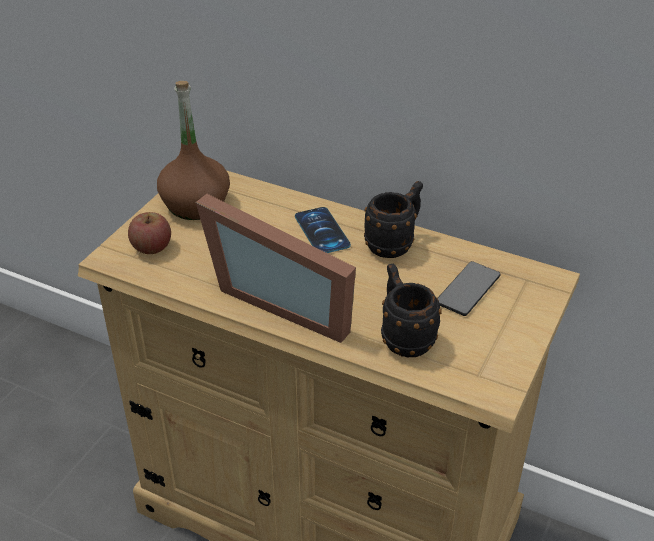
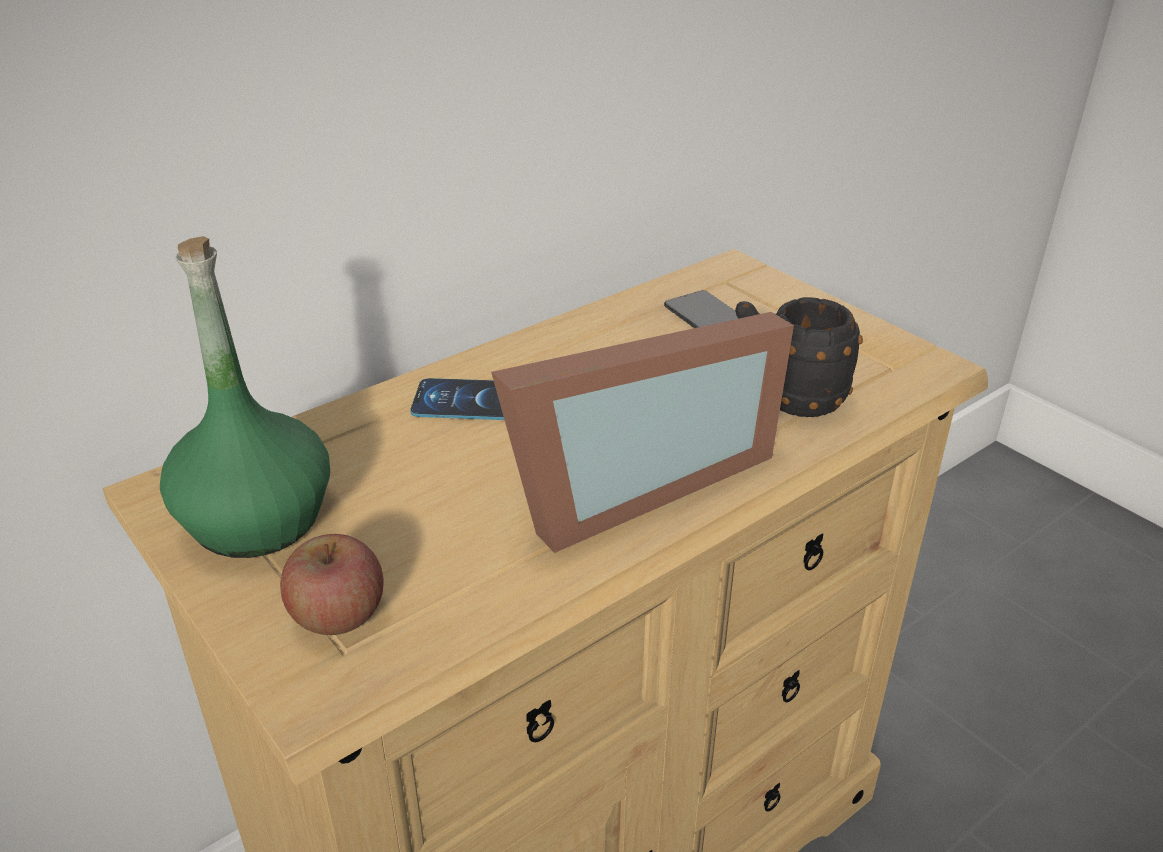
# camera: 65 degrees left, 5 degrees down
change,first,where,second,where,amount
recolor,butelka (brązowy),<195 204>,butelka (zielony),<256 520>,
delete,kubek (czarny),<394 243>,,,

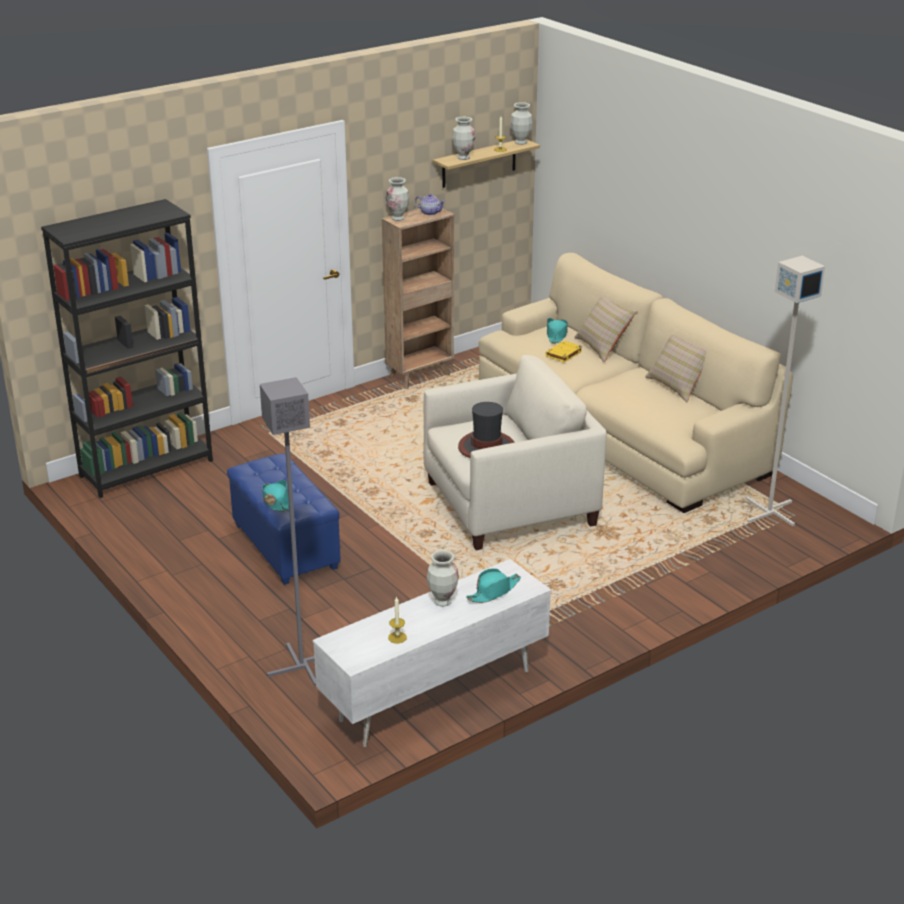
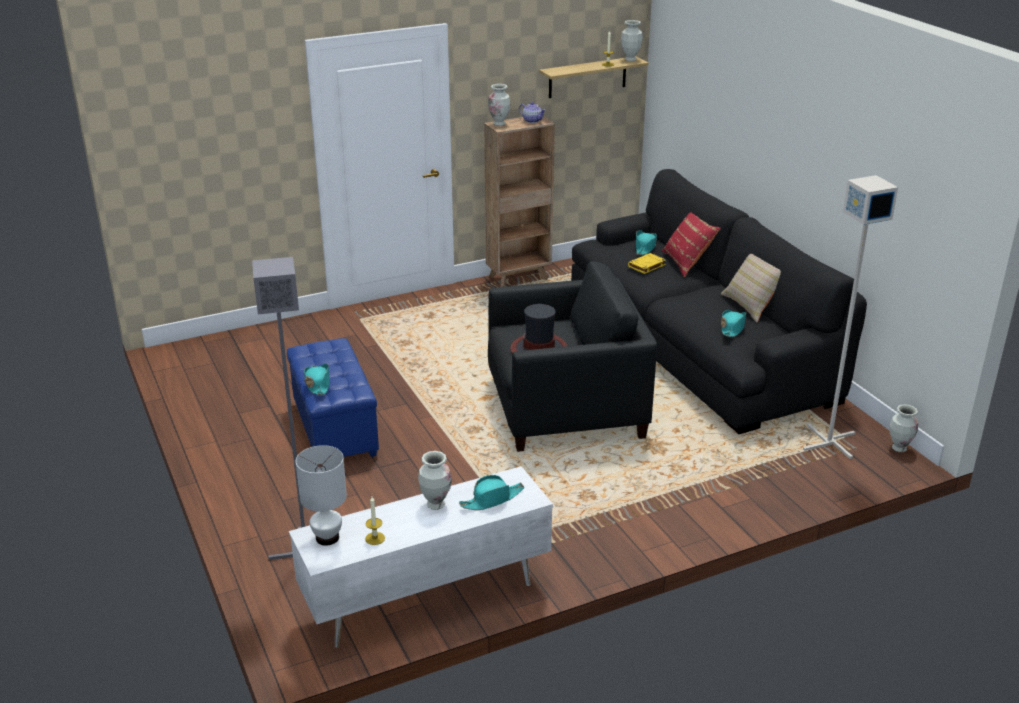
# camera: 10 degrees right, 0 degrees up
change,first,where,second,where,amount
insert,,,lampa stołowa (biały),<327 538>,
recolor,fotel (beżowy),<509 503>,fotel (czarny),<565 408>,
recolor,kanapa (beżowy),<620 428>,kanapa (czarny),<698 344>,
recolor,poduszka (beżowy),<603 347>,poduszka (czerwony),<687 262>,
insert,,,kapelusz (turkusowy),<732 328>,
move,wazon,<463 158>,,<899 448>,
delete,regał (czarny),<147 468>,,,

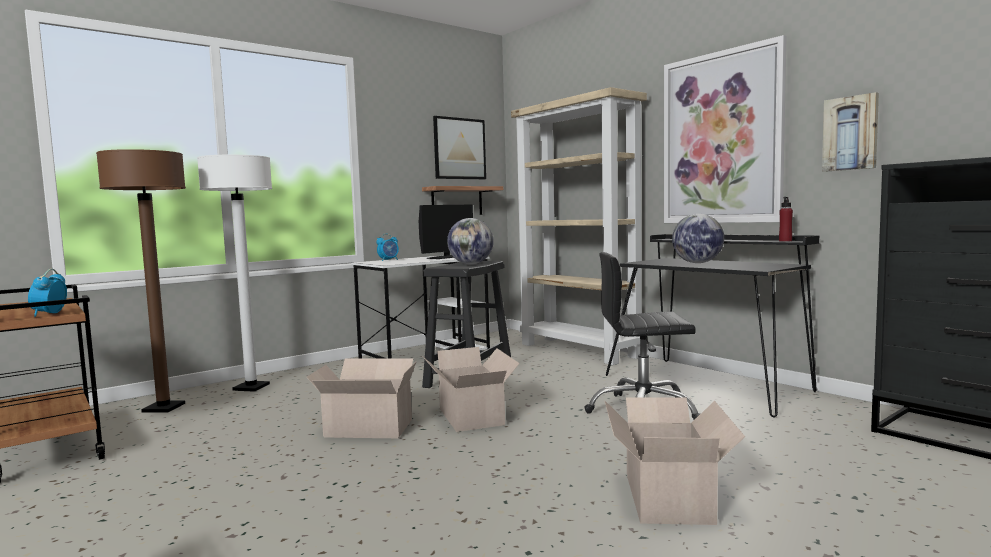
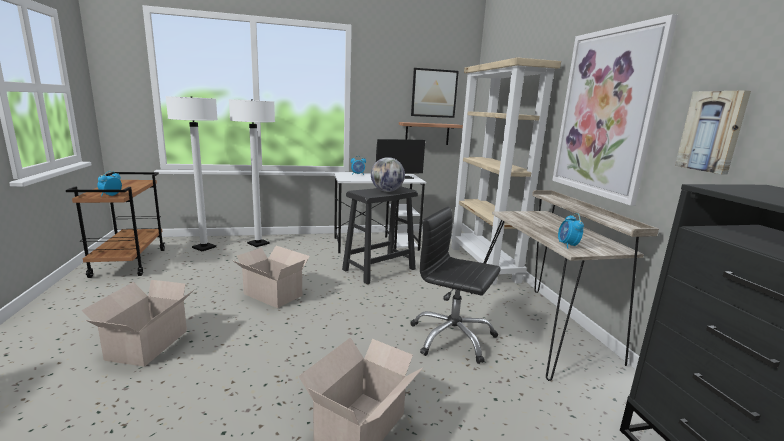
# camera: 25 degrees right, 10 degrees up
change,first,where,second,where,amount
move,karton,<471 417>,,<146 346>,
recolor,lampa stojąca (brązowy),<164 408>,lampa stojąca (biały),<204 248>,
recolor,biurko (czarny),<710 383>,biurko (beżowy),<542 326>,
insert,,,budzik,<567 245>,
delete,globus,<697 263>,,,
delete,butelka (czerwony),<785 241>,,,

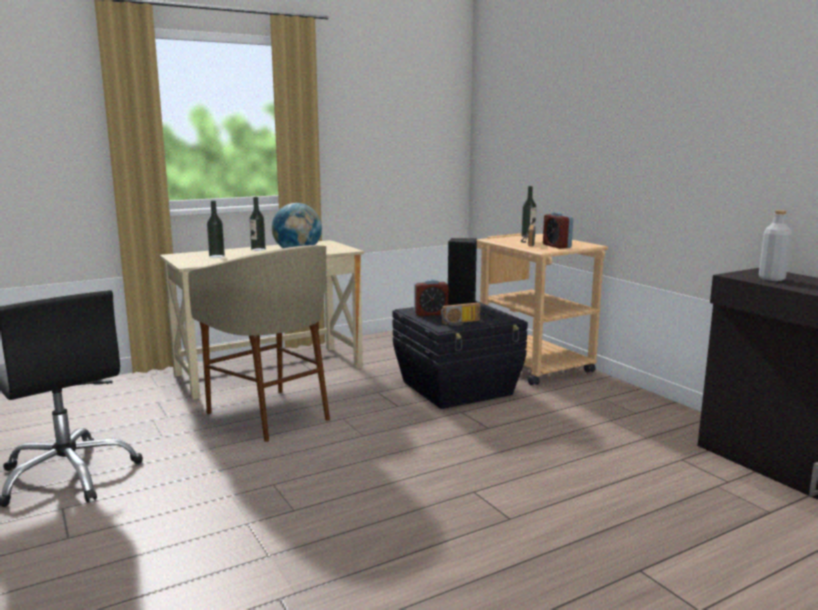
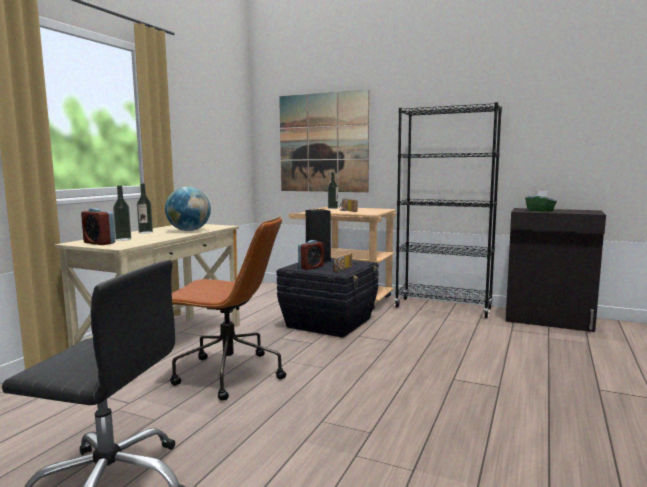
# camera: 35 degrees left, 5 degrees down
change,first,where,second,where,amount
move,budzik,<556 246>,,<99 243>,
replace,stołek (beżowy),<271 415>,krzesło biurowe (brązowy),<227 375>,
insert,,,obraz,<323 143>,
insert,,,regał (czarny),<443 308>,
replace,butelka (szary),<771 279>,pudełko chusteczek (zielony),<540 210>,

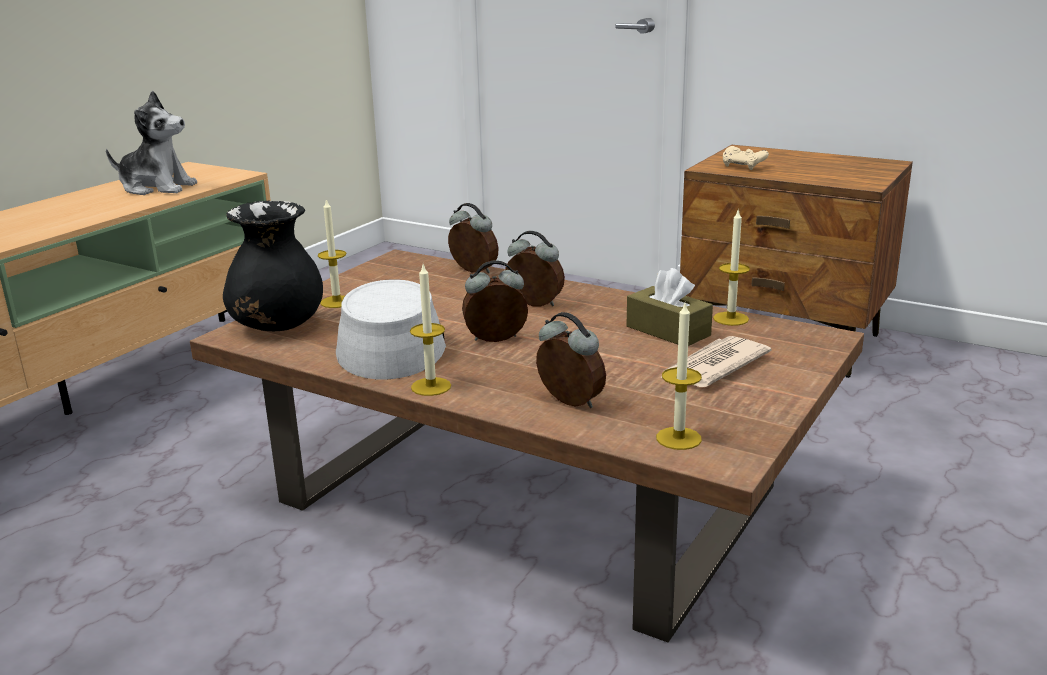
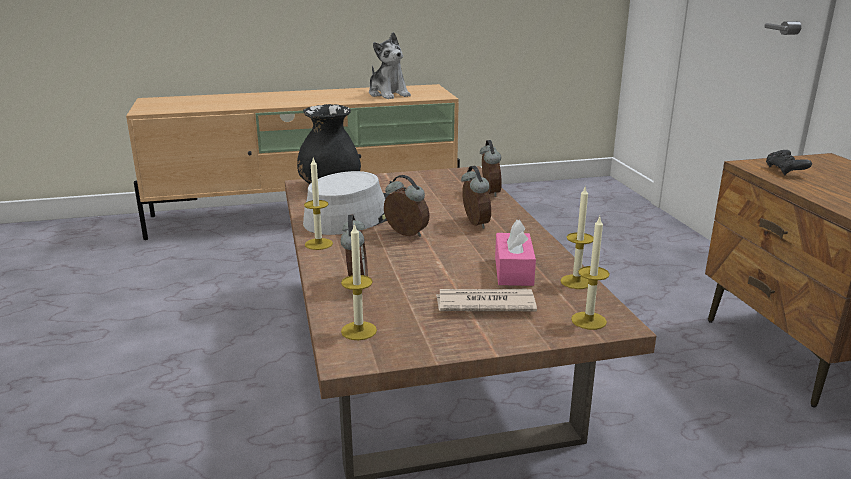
# camera: 45 degrees right, 0 degrees up
change,first,where,second,where,amount
recolor,pudełko chusteczek (brązowy),<668 331>,pudełko chusteczek (różowy),<513 271>,
move,świeca,<337 302>,,<588 320>,
recolor,pad do gier (beżowy),<743 166>,pad do gier (czarny),<785 171>,

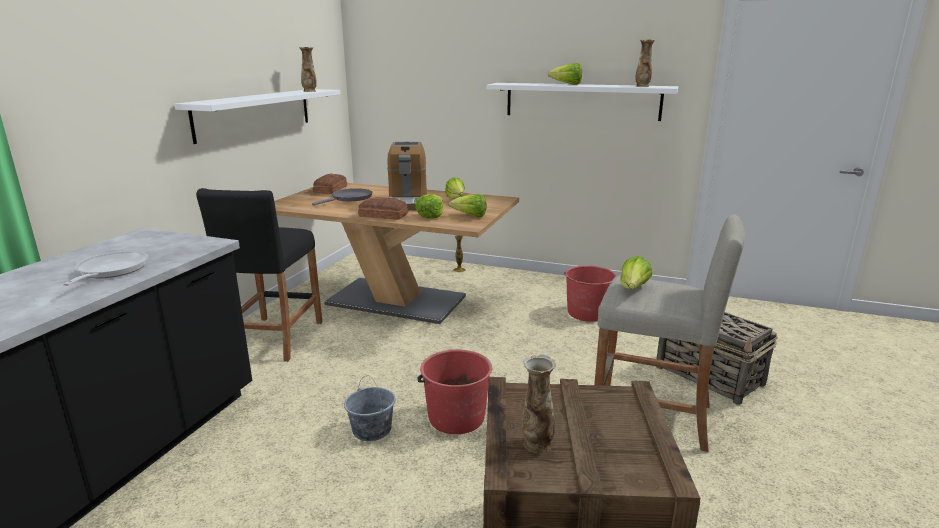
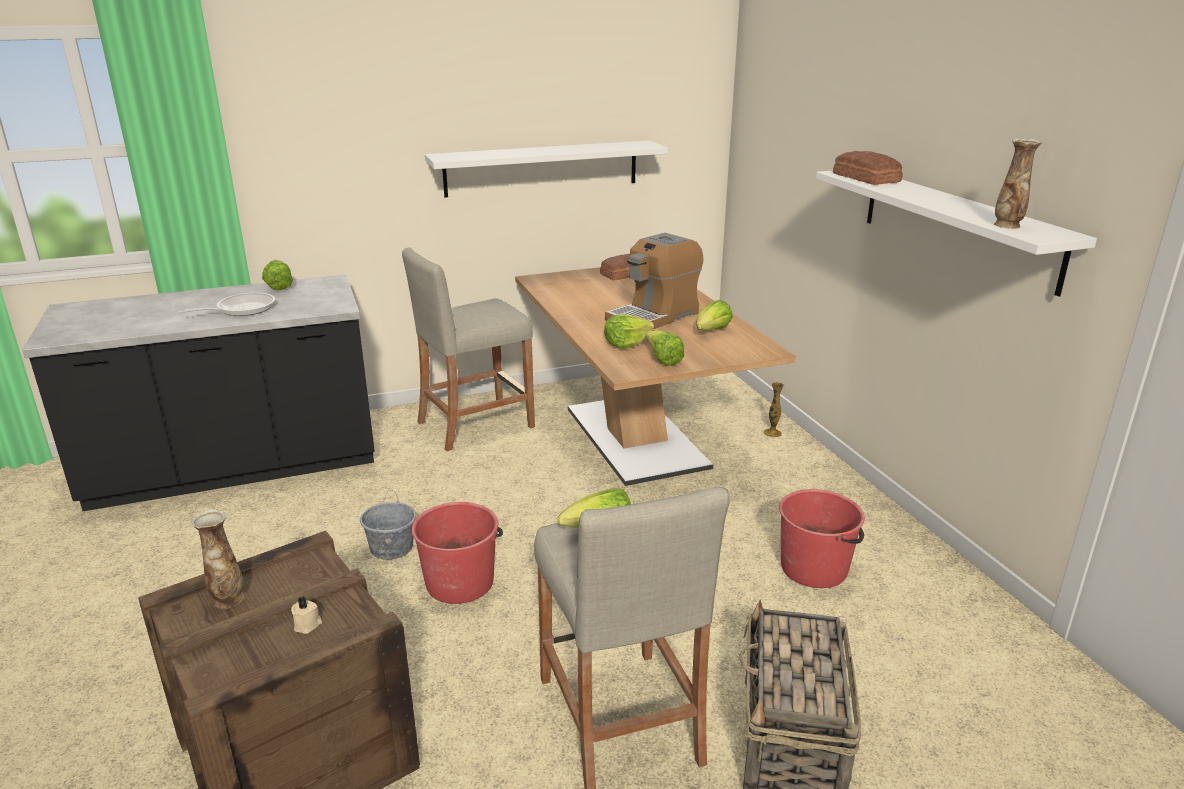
# camera: 50 degrees right, 5 degrees up
change,first,where,second,where,amount
move,sałata,<567 84>,,<278 286>,
insert,,,świeca (beżowy),<308 625>,
recolor,stołek (czarny),<275 338>,stołek (beżowy),<475 424>,
move,chleb,<383 215>,,<865 178>,
delete,wazon,<310 91>,,,
delete,patelnia (szary),<350 198>,,,

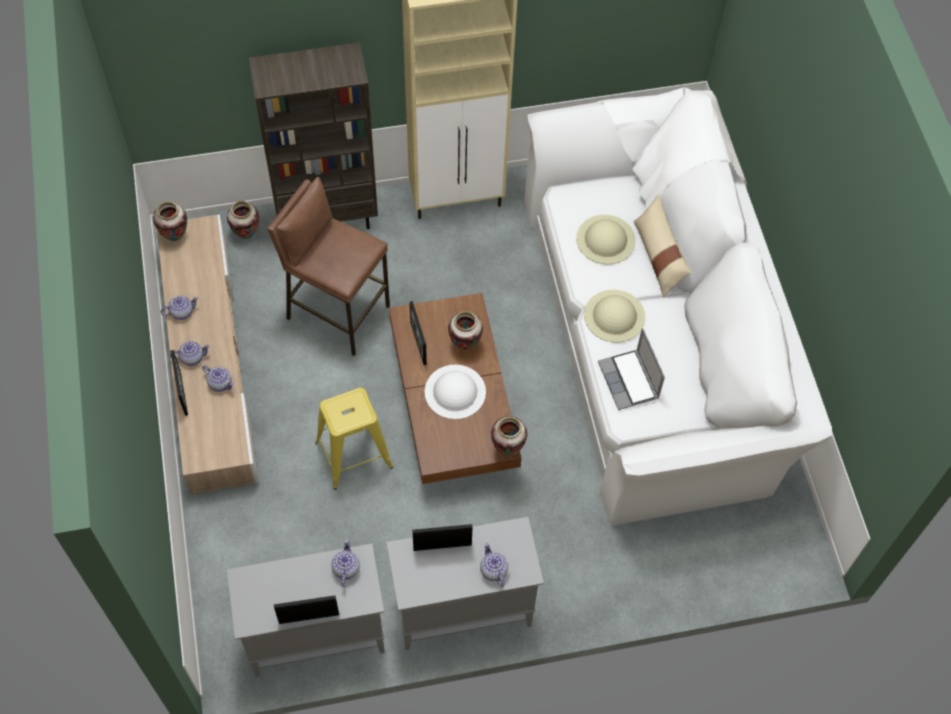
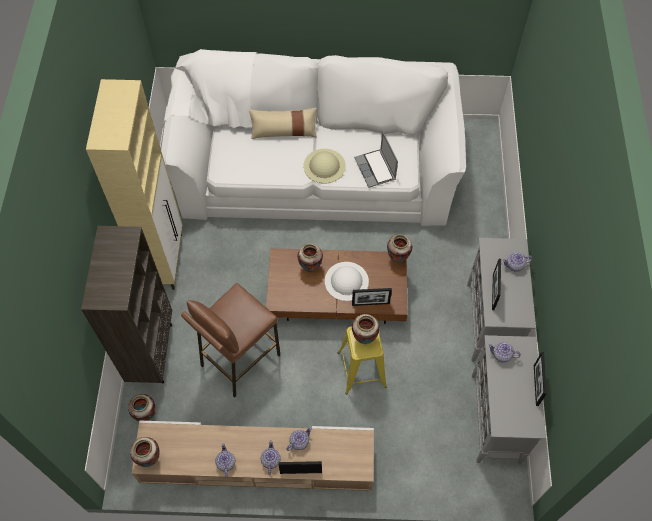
# camera: 75 degrees left, 0 degrees up
change,first,where,second,where,amount
move,ramka na zdjęcie,<418 343>,,<370 303>,
insert,,,wazon,<364 338>,
rotate,laptop,<629 381>,,<376 169>,75 degrees clockwise
delete,kapelusz (beżowy),<605 239>,,,

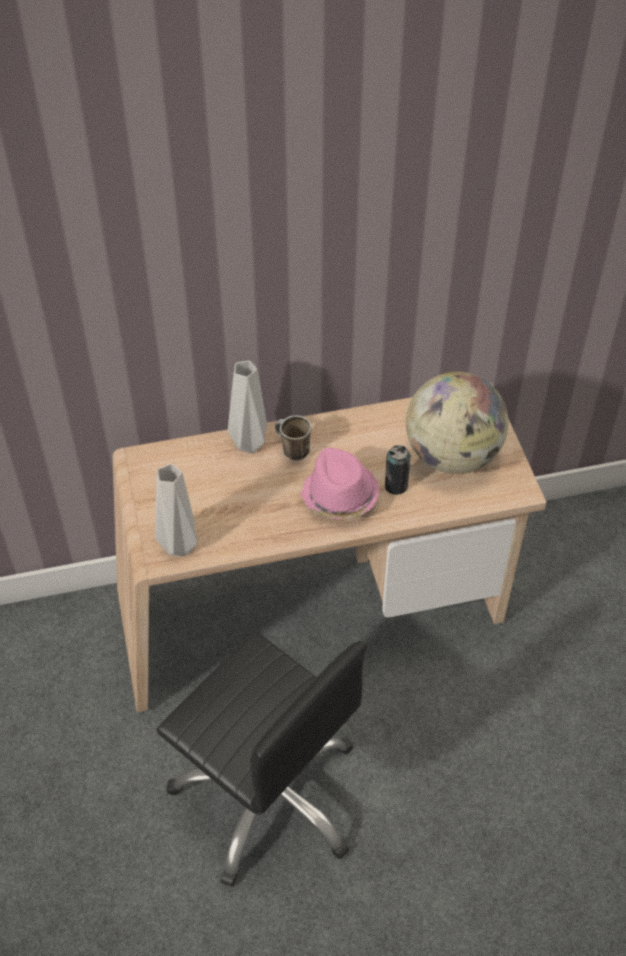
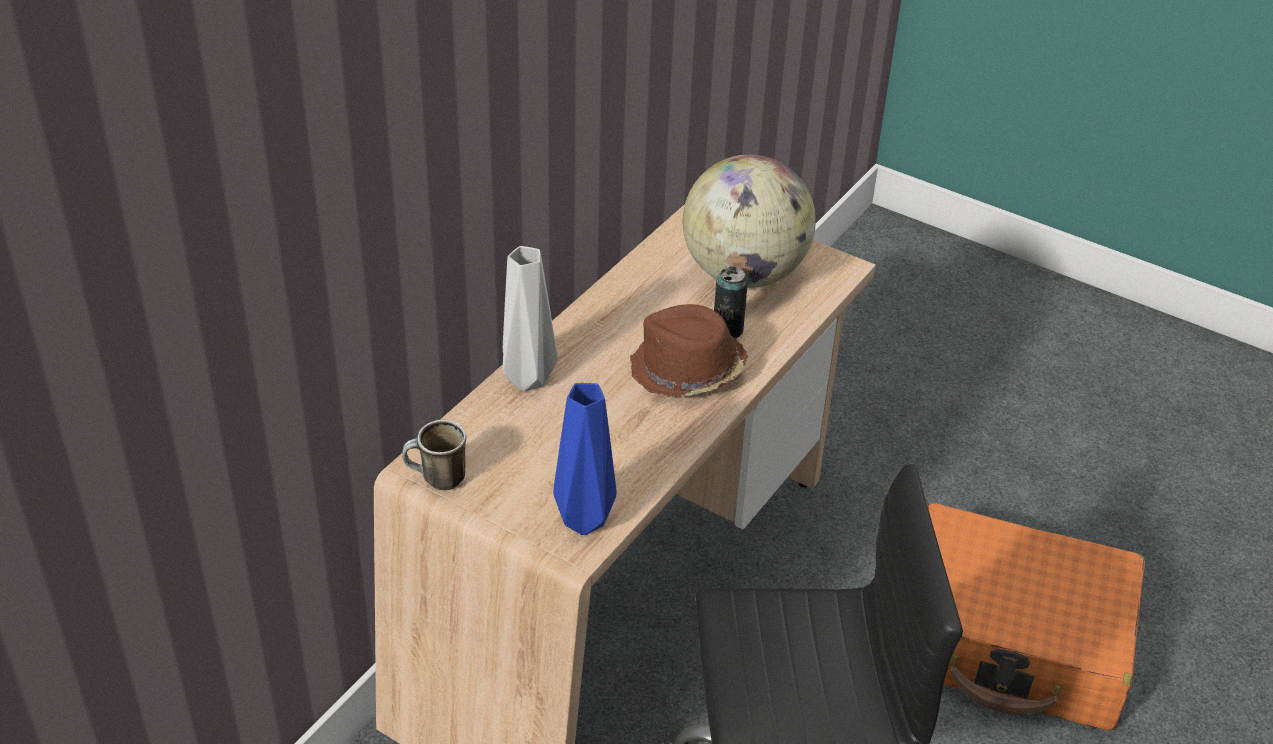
# camera: 45 degrees left, 10 degrees down
change,first,where,second,where,amount
move,kubek,<291 450>,,<436 480>,
recolor,wazon (szary),<181 545>,wazon (niebieski),<584 518>,
recolor,kapelusz (różowy),<339 496>,kapelusz (brązowy),<686 371>,
insert,,,walizka (pomarańczowy),<1011 640>,

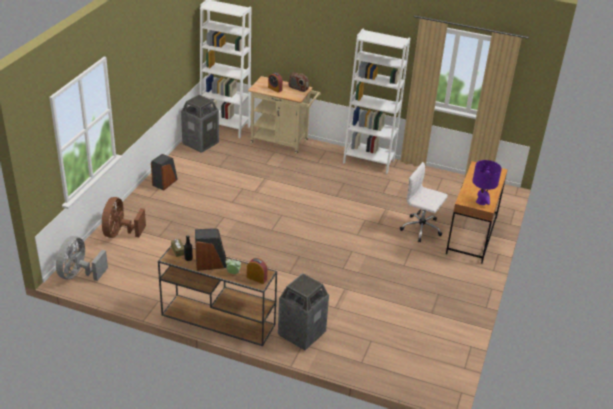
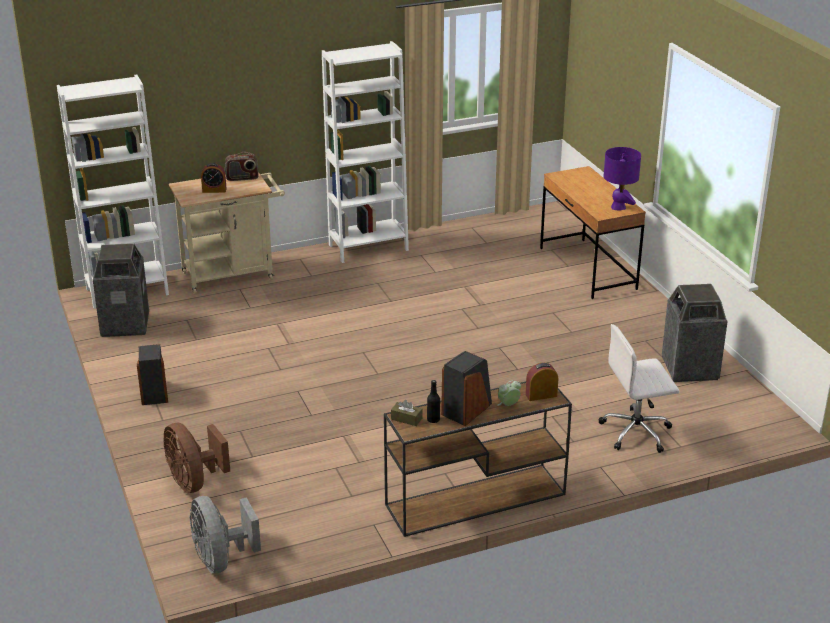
# camera: 40 degrees left, 5 degrees down
change,first,where,second,where,amount
move,krzesło biurowe (biały),<422 229>,,<637 432>,
move,kosz na śmieci,<301 333>,,<689 369>,

